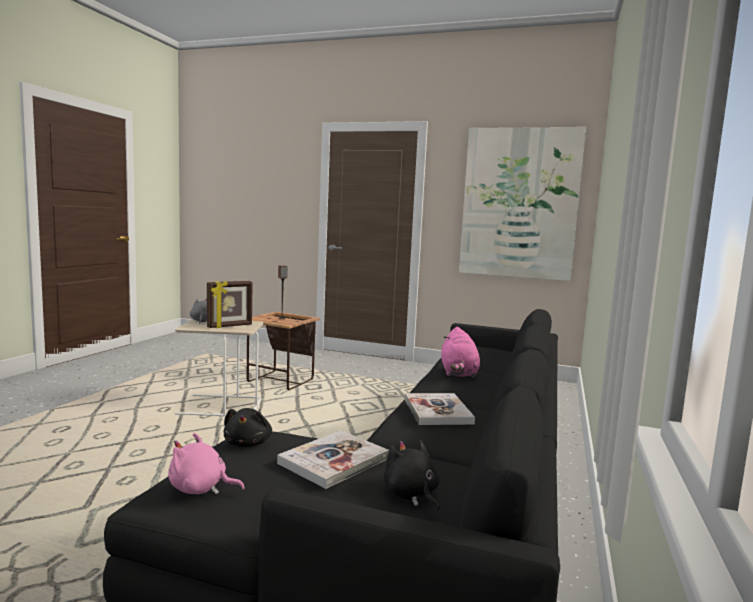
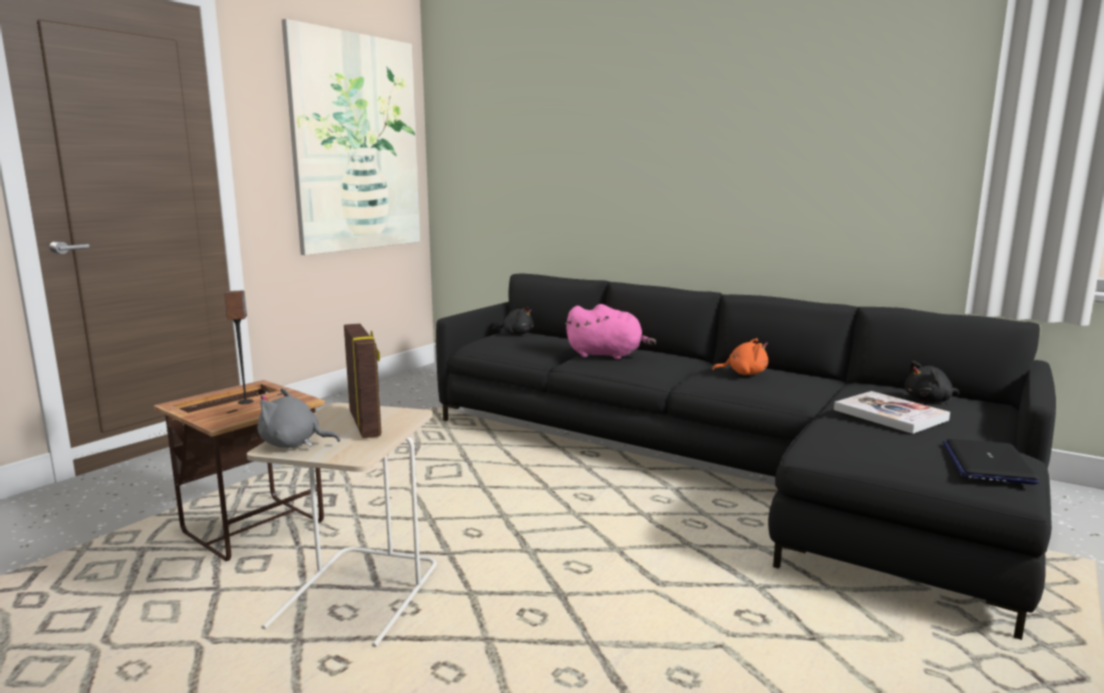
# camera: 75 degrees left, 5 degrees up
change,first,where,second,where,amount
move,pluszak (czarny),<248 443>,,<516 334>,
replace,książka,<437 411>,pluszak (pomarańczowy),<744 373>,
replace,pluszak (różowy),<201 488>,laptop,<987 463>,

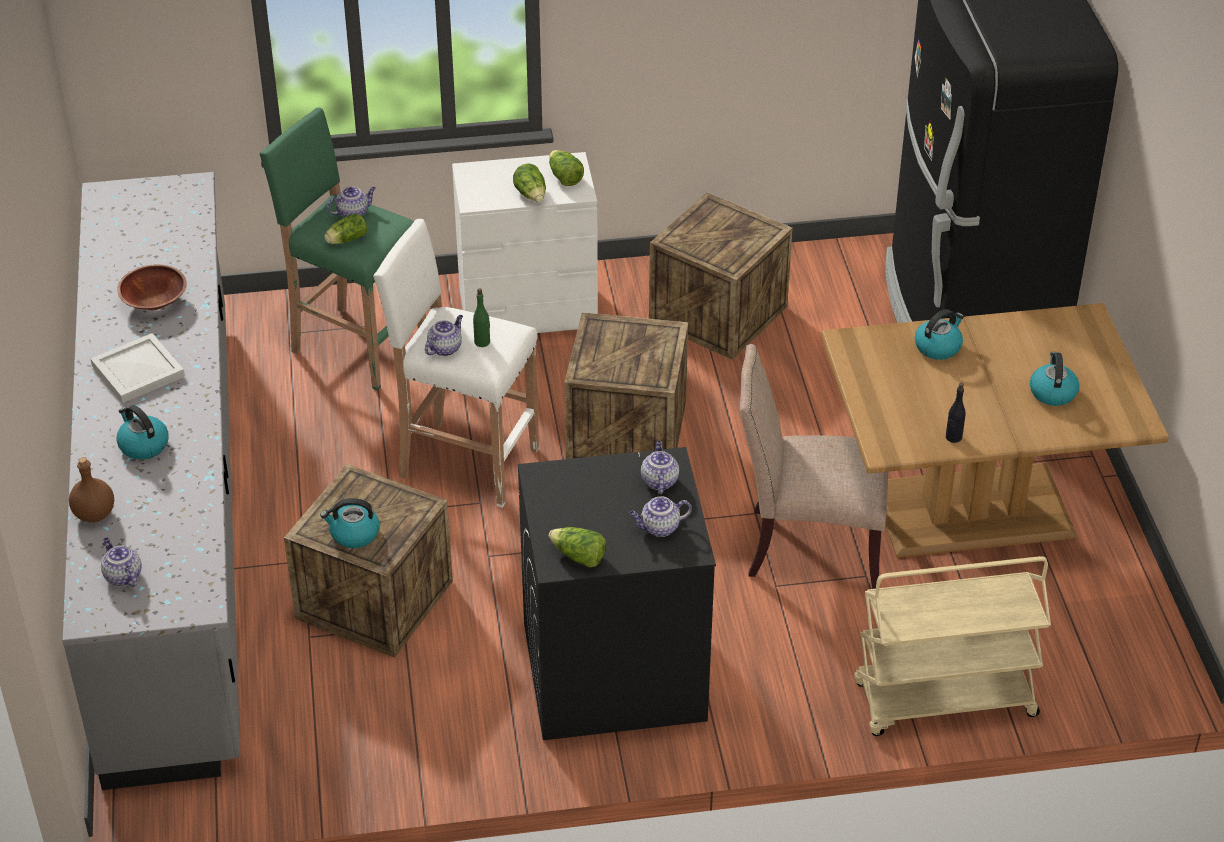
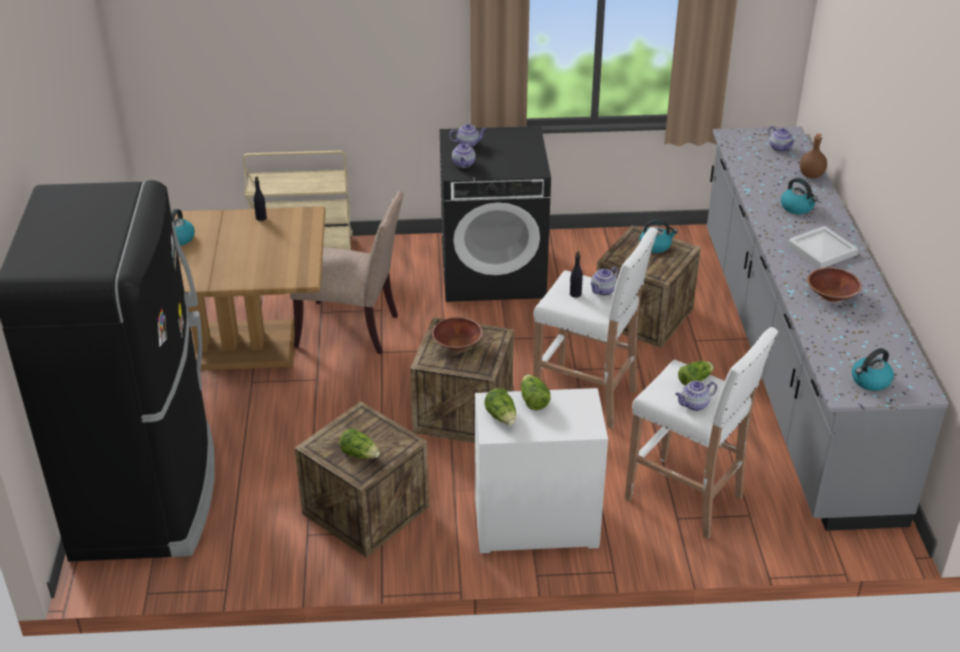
# camera: 175 degrees left, 5 degrees down
change,first,where,second,where,amount
move,sałata,<578 557>,,<360 454>,
insert,,,miska (brązowy),<457 344>,
recolor,butelka (zielony),<482 342>,butelka (czarny),<575 294>,
recolor,stołek (zielony),<356 346>,stołek (biały),<686 498>,
move,czajnik,<938 347>,,<870 381>,

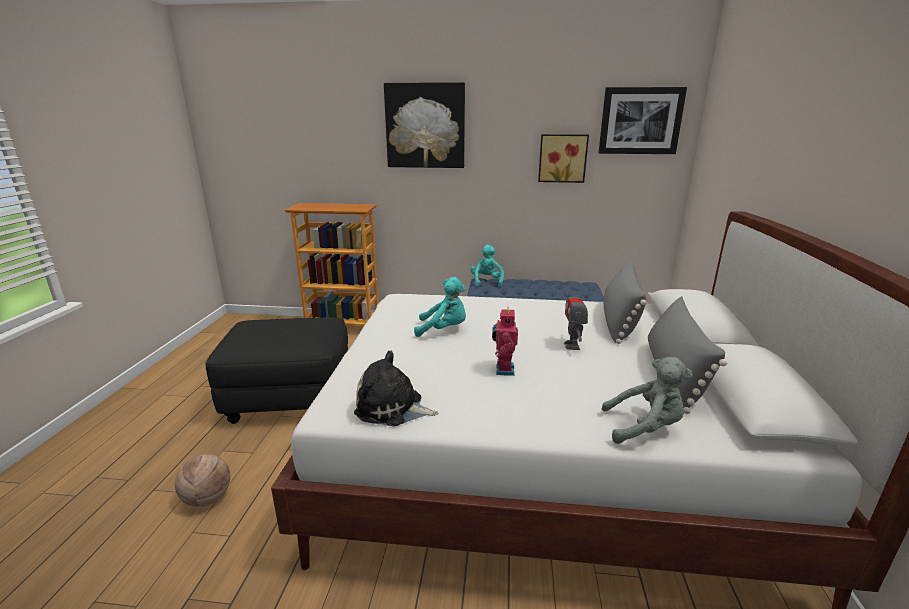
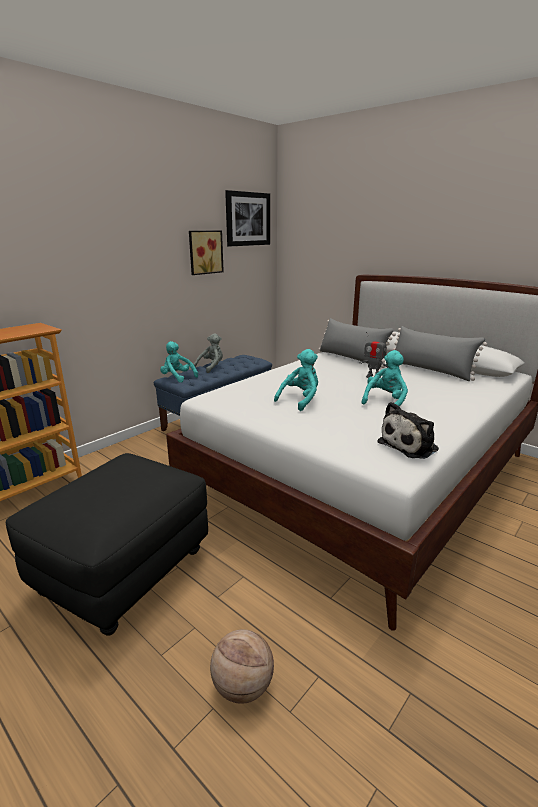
# camera: 55 degrees left, 0 degrees up
change,first,where,second,where,amount
move,pluszak (szary),<645 428>,,<211 367>,
replace,robot zabawkowy,<503 370>,pluszak (turkusowy),<385 401>,
delete,obraz,<425 126>,,,

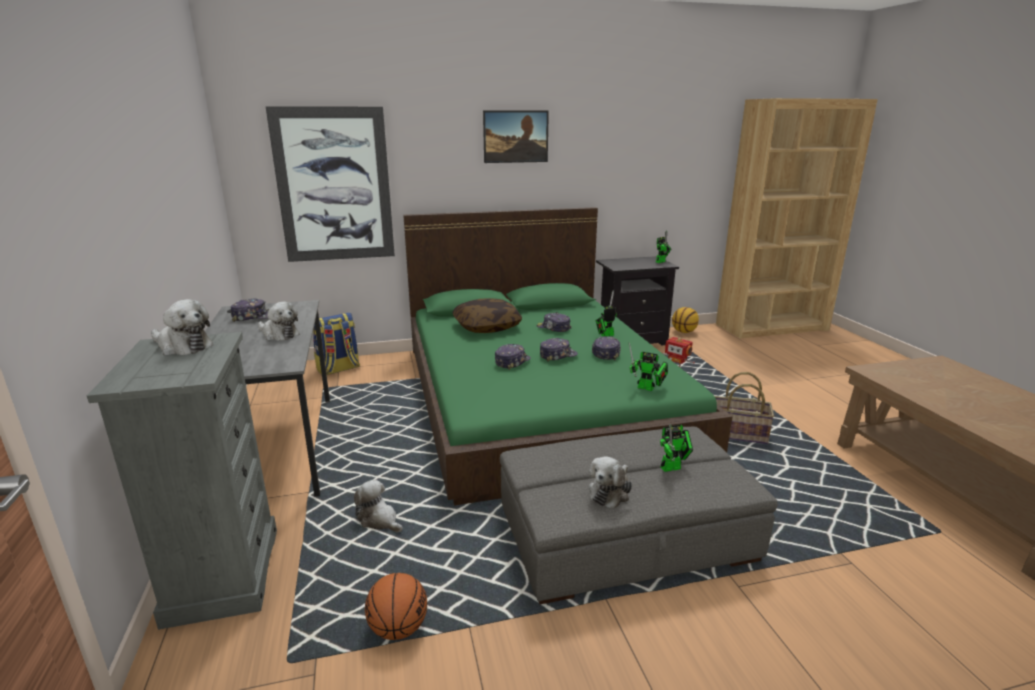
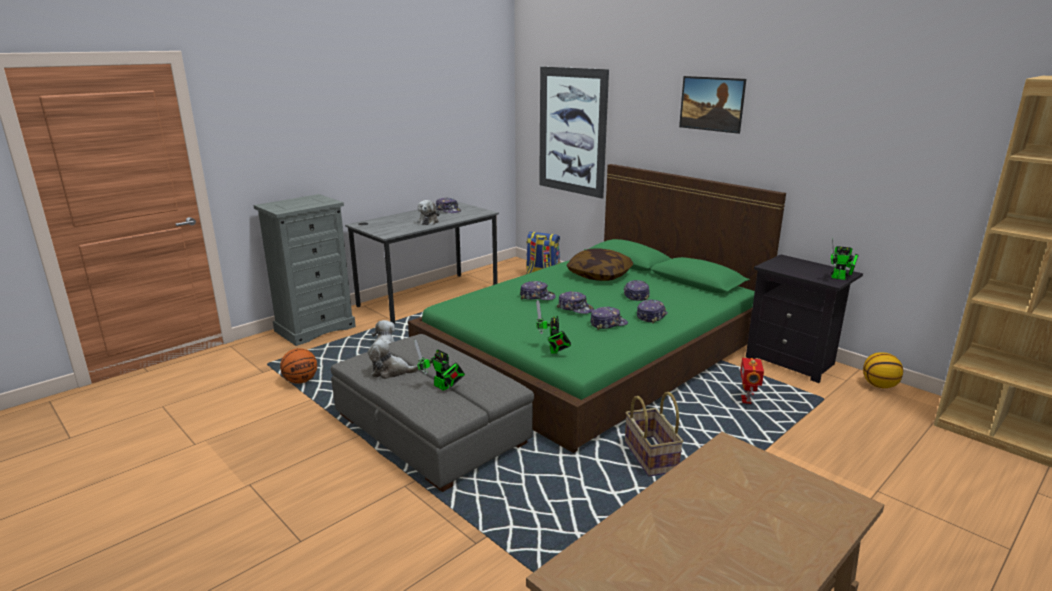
# camera: 60 degrees right, 0 degrees up
change,first,where,second,where,amount
replace,robot zabawkowy,<605 335>,czapka z daszkiem,<651 316>,
delete,pluszak,<183 346>,,,

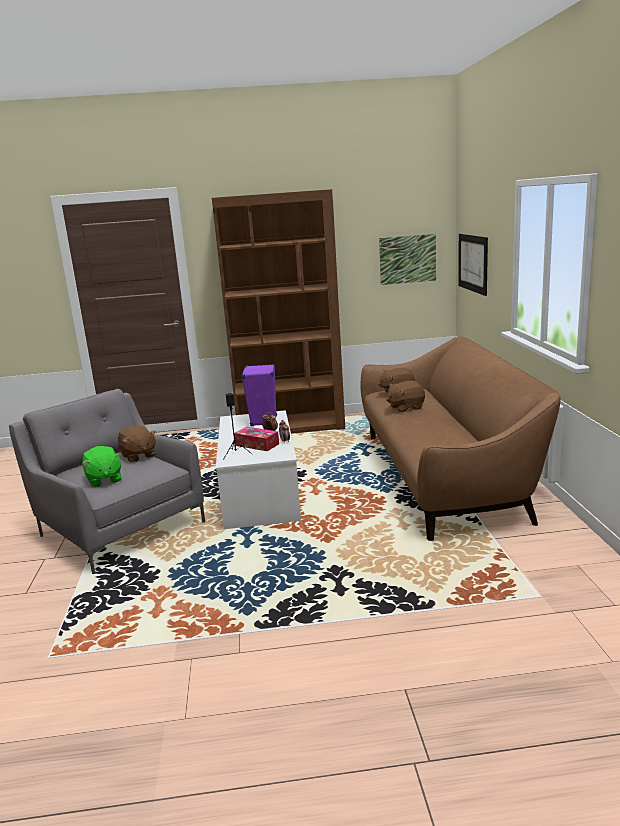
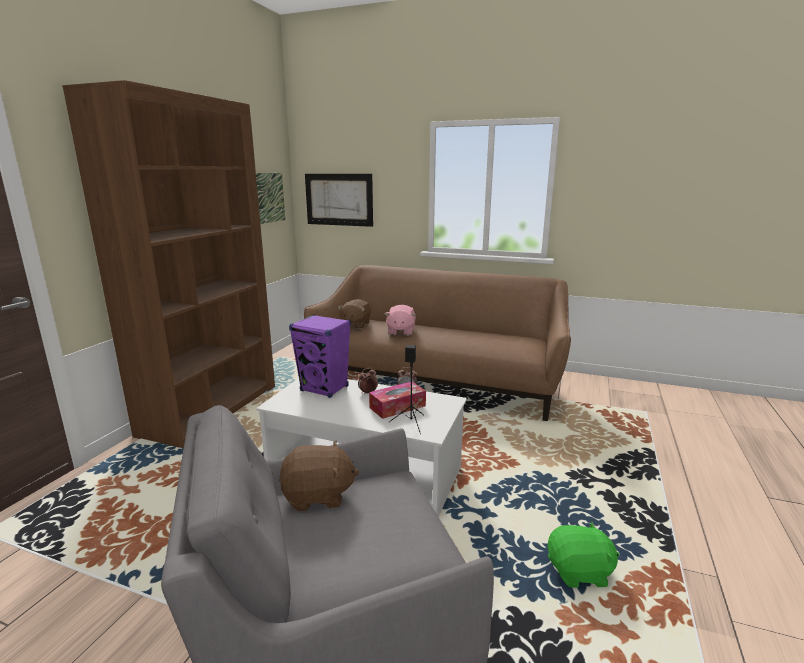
# camera: 65 degrees left, 0 degrees up
change,first,where,second,where,amount
recolor,pluszak (brązowy),<405 407>,pluszak (różowy),<400 332>,
move,pluszak (zielony),<104 479>,,<579 572>,

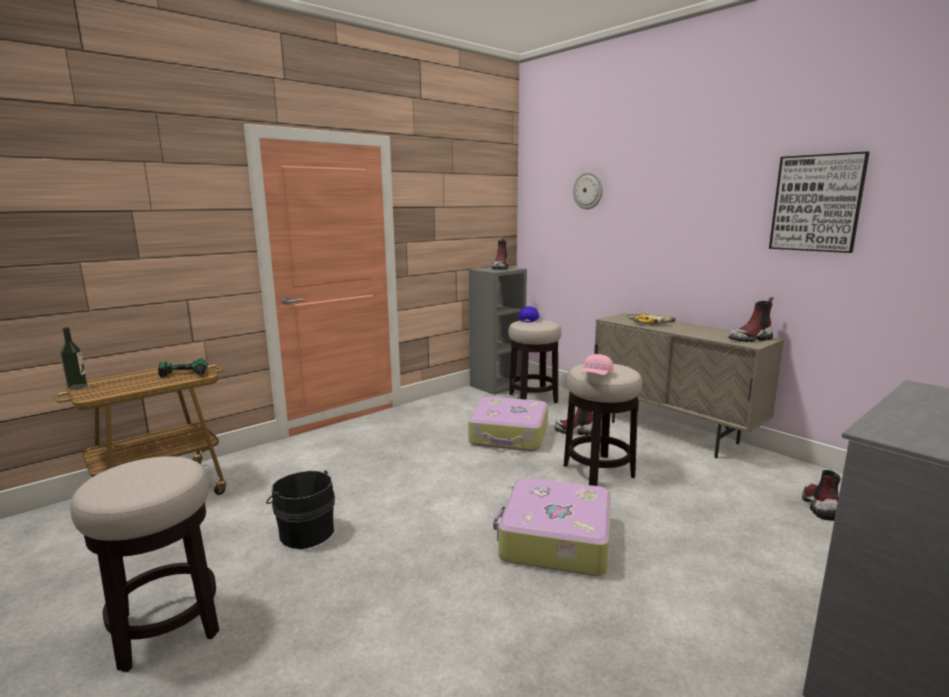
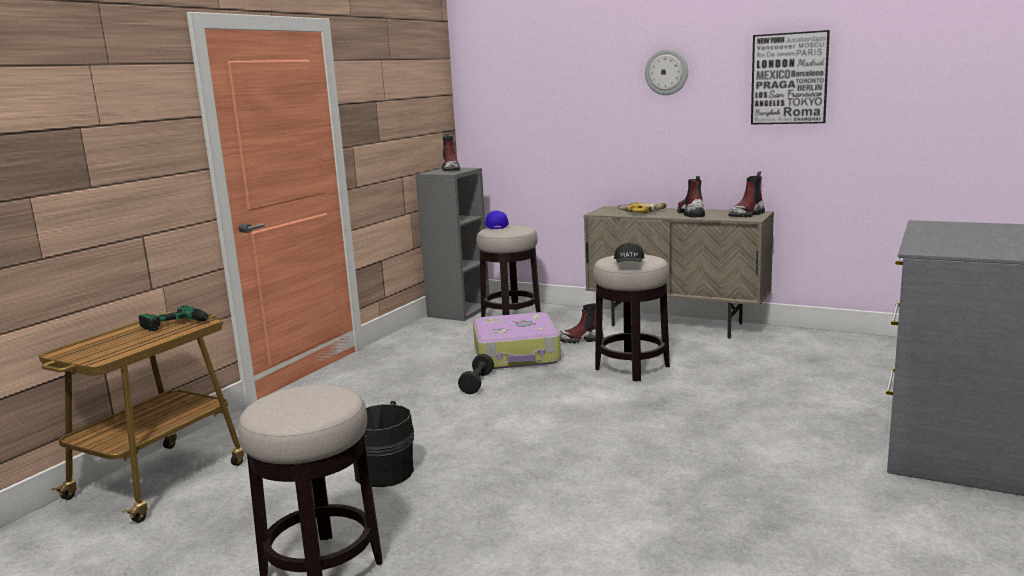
# camera: 20 degrees left, 0 degrees up
change,first,where,second,where,amount
insert,,,hantel (czarny),<477 383>,
recolor,czapka z daszkiem (różowy),<596 375>,czapka z daszkiem (czarny),<629 264>,
move,zegar ścienny,<588 190>,,<666 72>,
move,but z cholewką,<818 506>,,<690 213>,
delete,butelka,<77 386>,,,
delete,walizka,<554 540>,,,

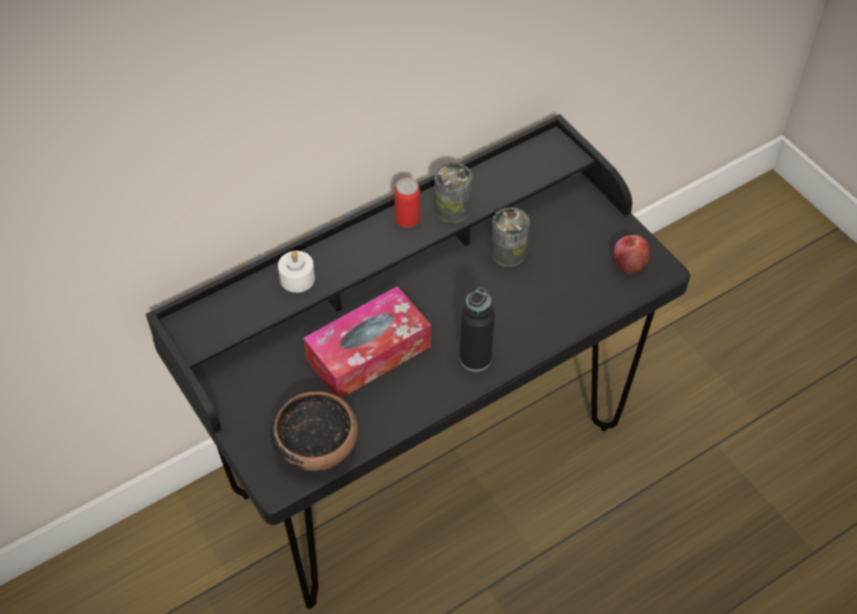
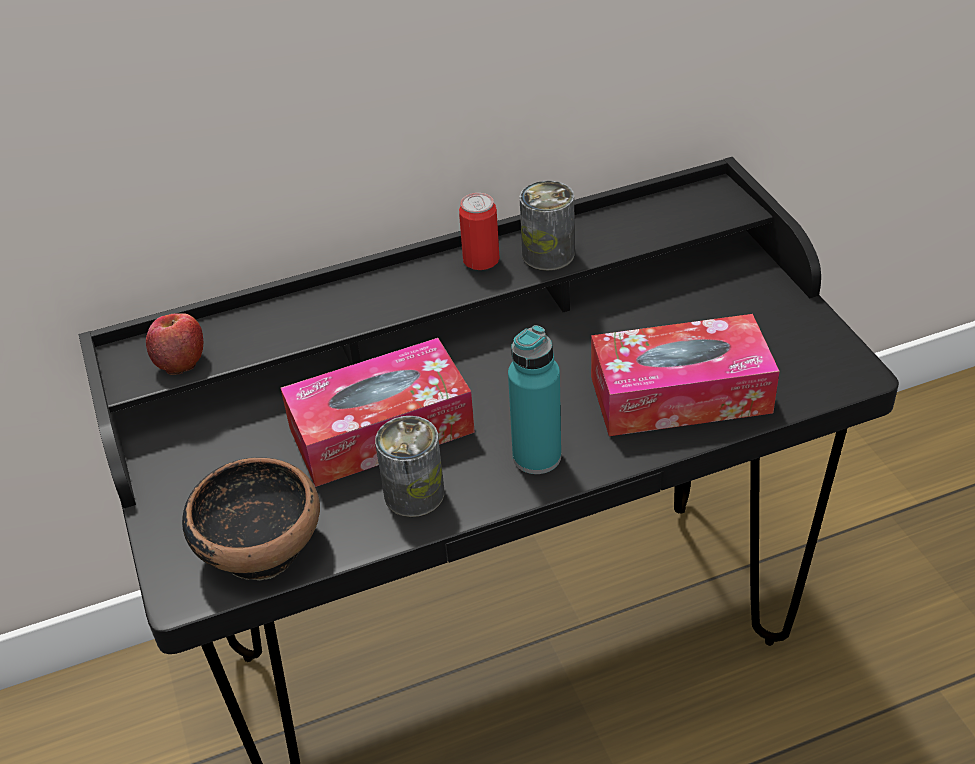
# camera: 15 degrees right, 10 degrees down
change,first,where,second,where,amount
move,jabłko,<629 263>,,<180 359>,
move,puszka,<508 252>,,<414 494>,
recolor,butelka (czarny),<475 358>,butelka (turkusowy),<537 456>,
insert,,,pudełko chusteczek,<680 394>,
delete,świeca (biały),<297 278>,,,

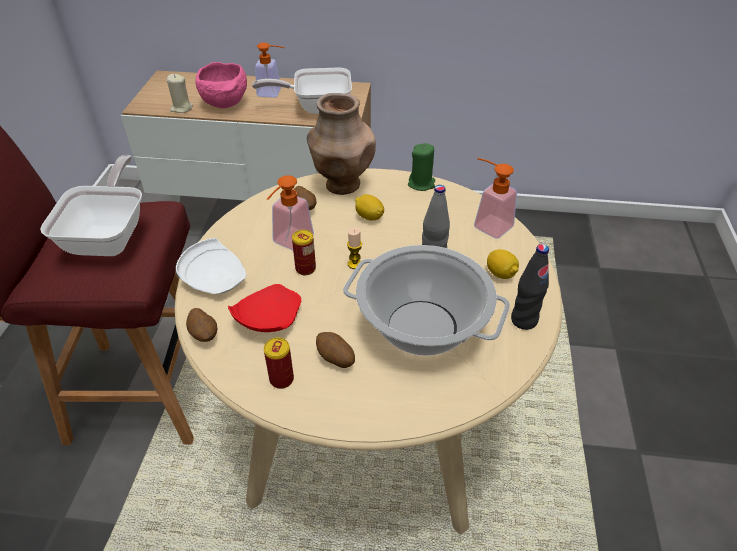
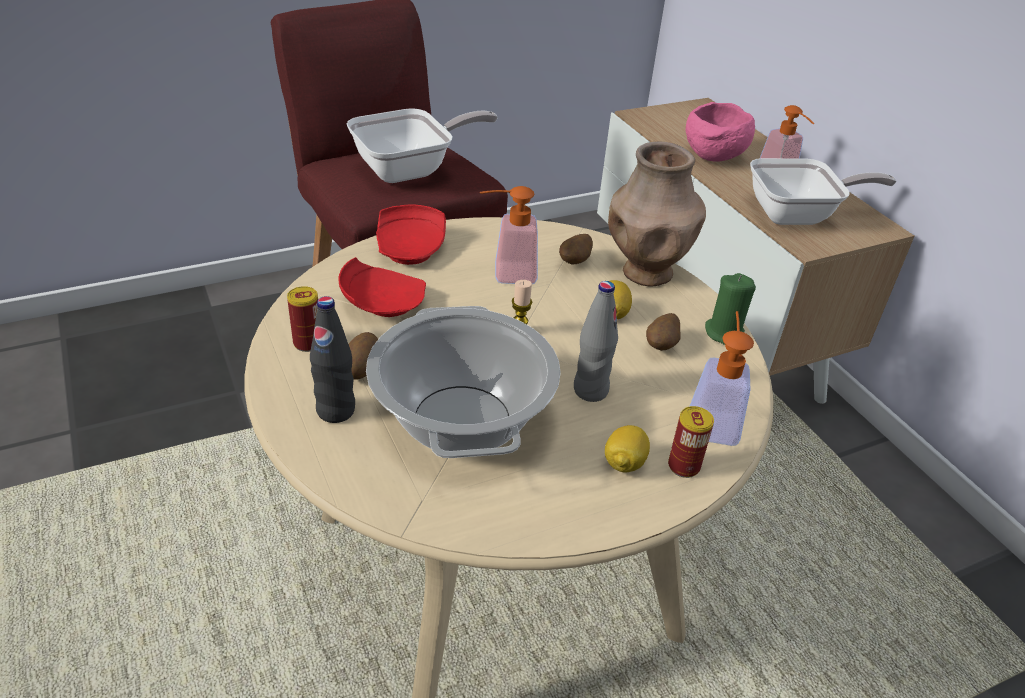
# camera: 55 degrees right, 5 degrees down
change,first,where,second,where,amount
move,butelka (czarny),<524 320>,,<336 411>,
recolor,talerz (biały),<216 278>,talerz (czerwony),<411 249>,
move,ziemniak,<204 335>,,<661 346>,
move,puszka,<305 268>,,<683 466>,
rotate,patelnia,<316 107>,,<798 215>,120 degrees clockwise
delete,świeca (beżowy),<181 108>,,,

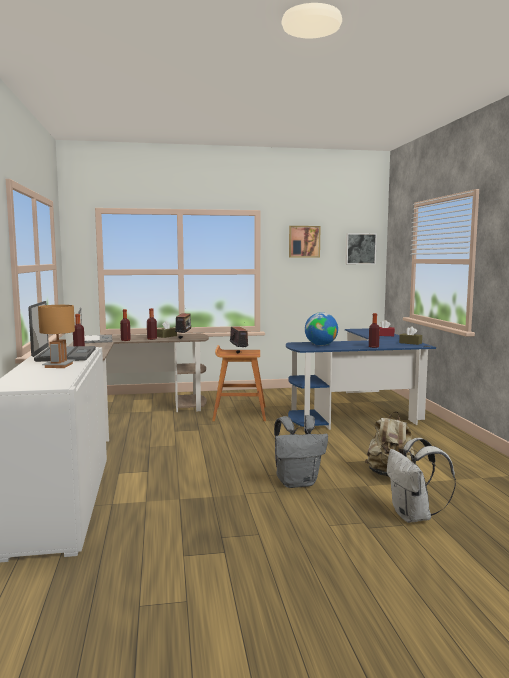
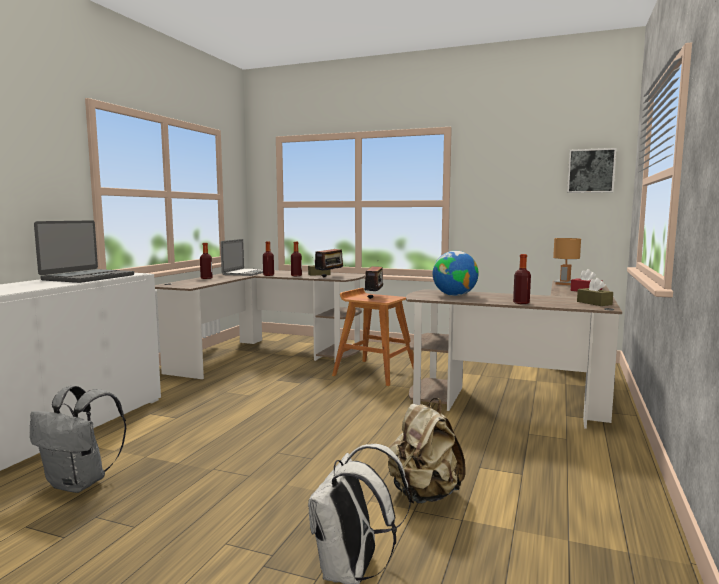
# camera: 30 degrees right, 0 degrees up
change,first,where,second,where,amount
move,plecak (szary),<297 482>,,<80 483>,
recolor,biurko (niebieski),<362 412>,biurko (brązowy),<530 396>,
move,lampa stołowa (brązowy),<58 365>,,<564 283>,
delete,obraz,<304 241>,,,

